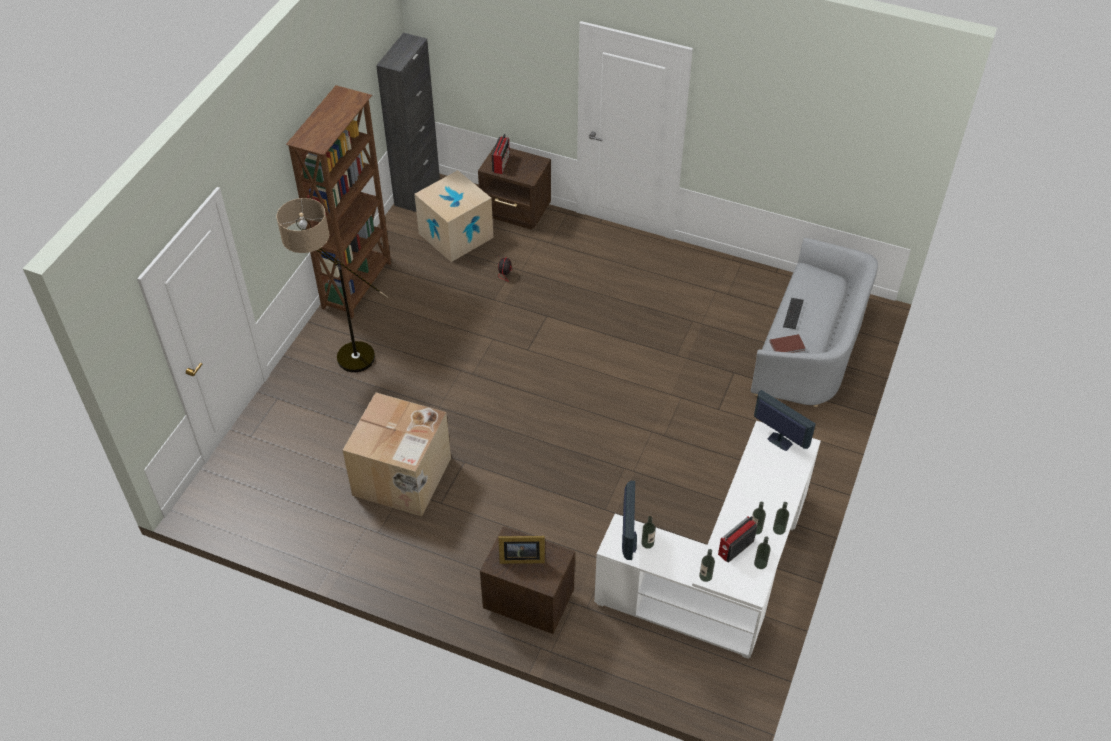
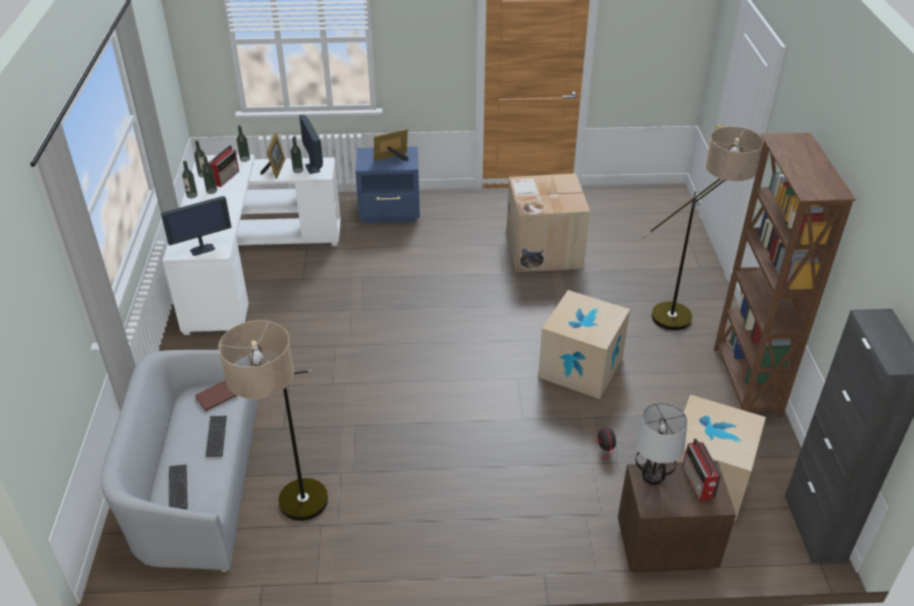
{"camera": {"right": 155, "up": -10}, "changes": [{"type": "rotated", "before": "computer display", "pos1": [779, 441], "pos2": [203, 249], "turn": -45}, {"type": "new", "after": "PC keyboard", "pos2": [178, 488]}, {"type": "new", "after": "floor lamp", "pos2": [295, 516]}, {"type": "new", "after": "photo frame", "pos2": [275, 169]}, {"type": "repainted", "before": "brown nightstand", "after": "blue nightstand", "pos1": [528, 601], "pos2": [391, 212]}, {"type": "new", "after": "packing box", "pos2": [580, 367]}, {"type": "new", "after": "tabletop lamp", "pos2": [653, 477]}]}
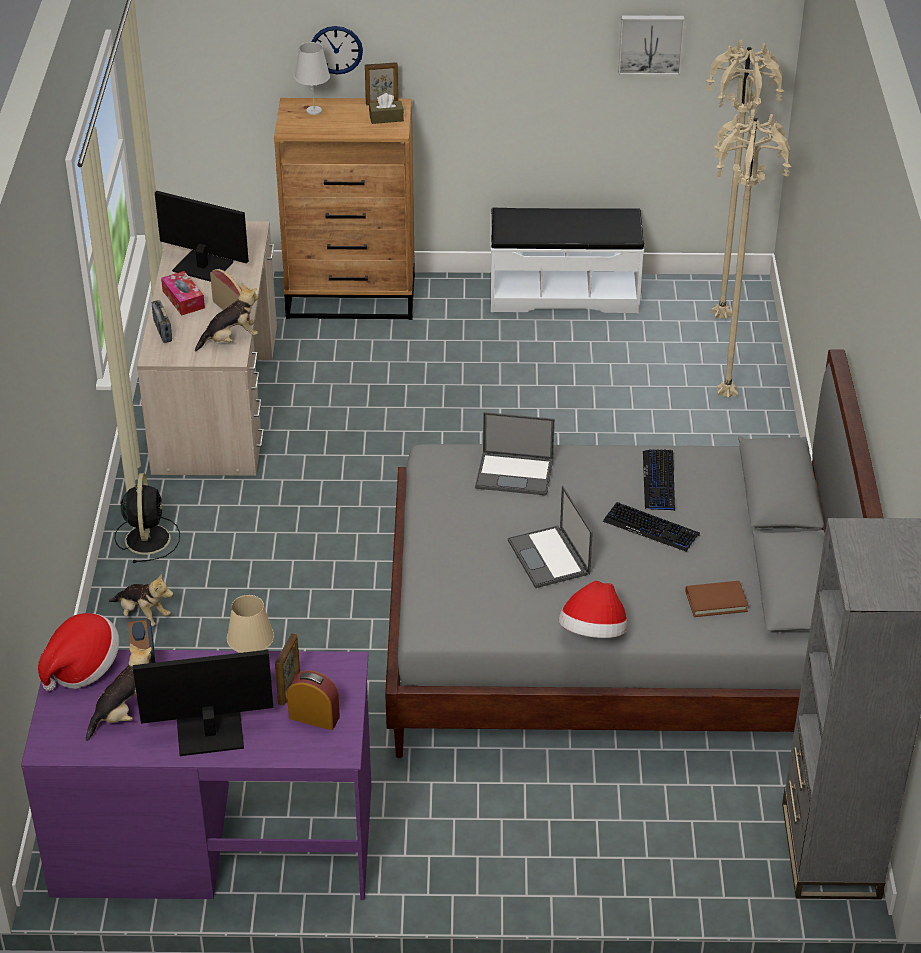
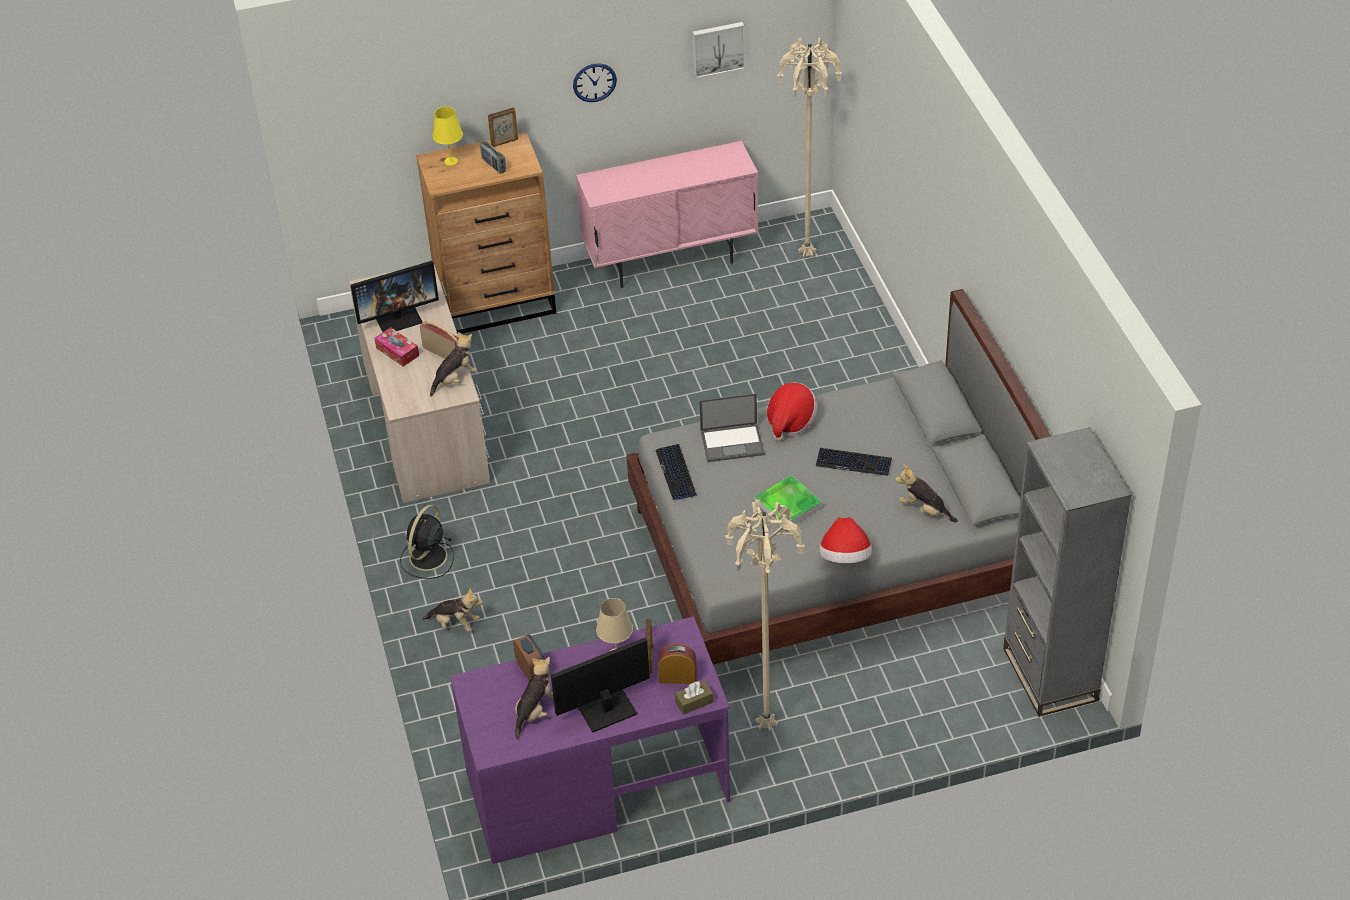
{"camera": {"right": -15, "up": 5}, "changes": [{"type": "rotated", "before": "computer display", "pos1": [202, 266], "pos2": [398, 318], "turn": 150}, {"type": "rotated", "before": "black cooling fan", "pos1": [147, 538], "pos2": [427, 558], "turn": -135}, {"type": "repainted", "before": "white-coloured tabletop lamp", "after": "yellow-coloured tabletop lamp", "pos1": [314, 111], "pos2": [451, 161]}, {"type": "shifted", "before": "radio", "pos1": [162, 331], "pos2": [493, 165]}, {"type": "shifted", "before": "hanging clock", "pos1": [336, 49], "pos2": [594, 82]}, {"type": "swapped", "before": "white-coloured bench", "after": "pink cupboard", "pos1": [563, 293], "pos2": [671, 261]}, {"type": "shifted", "before": "PC keyboard", "pos1": [659, 481], "pos2": [676, 473]}, {"type": "shifted", "before": "brown tissue holder", "pos1": [386, 118], "pos2": [694, 702]}, {"type": "shifted", "before": "beige-coloured floor lamp", "pos1": [724, 396], "pos2": [764, 726]}, {"type": "swapped", "before": "portable computer", "after": "serving tray", "pos1": [549, 558], "pos2": [788, 505]}, {"type": "shifted", "before": "wearable hat", "pos1": [82, 668], "pos2": [790, 422]}, {"type": "swapped", "before": "brown book", "after": "plush toy", "pos1": [716, 601], "pos2": [924, 510]}]}
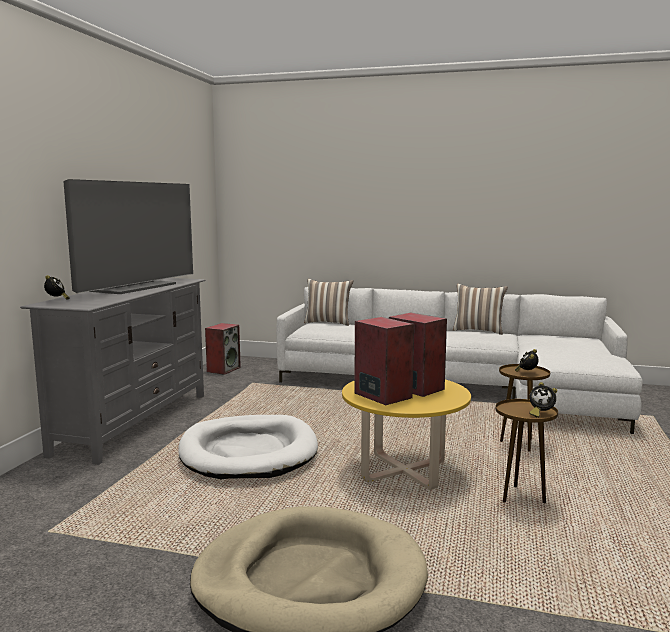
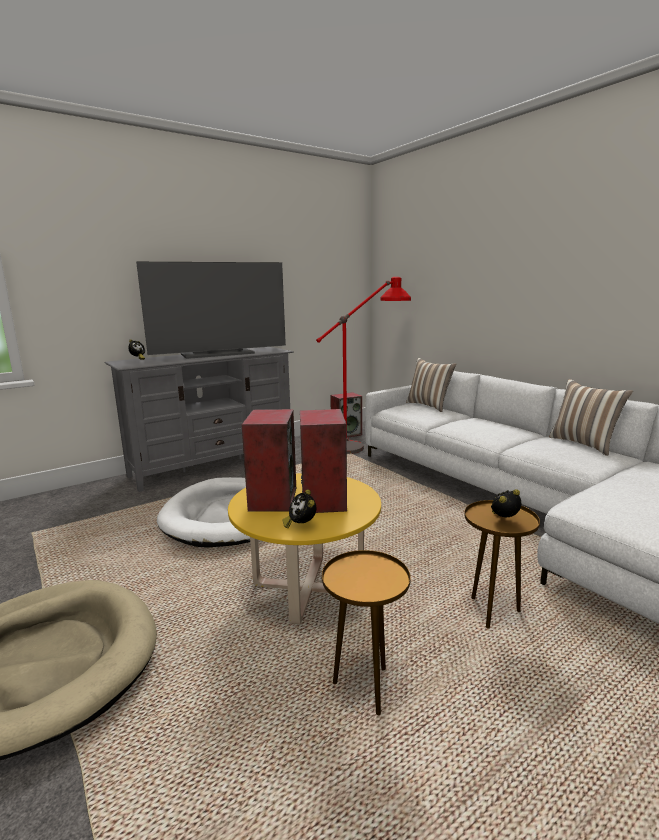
{"camera": {"right": 40, "up": 5}, "changes": [{"type": "shifted", "before": "bedside clock", "pos1": [540, 414], "pos2": [301, 525]}, {"type": "new", "after": "reddish floor lamp", "pos2": [365, 443]}]}
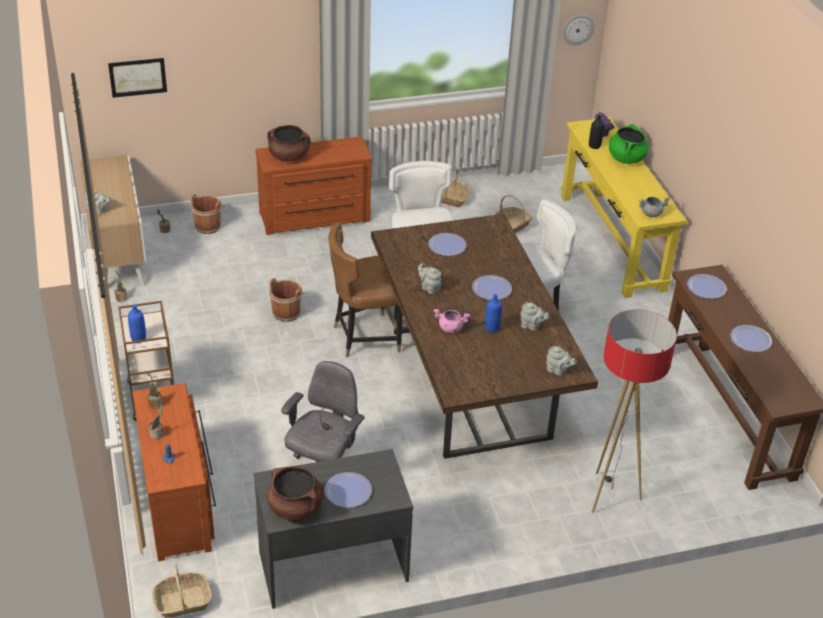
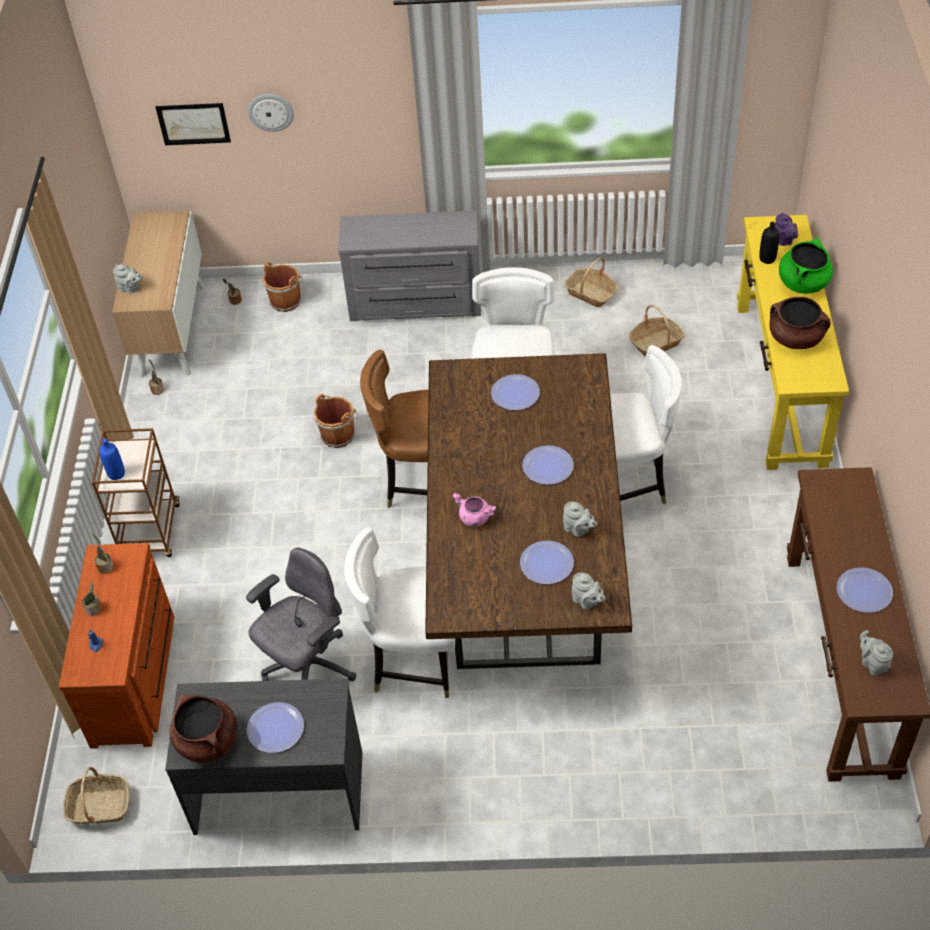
{"camera": {"right": 20, "up": 10}, "changes": [{"type": "shifted", "before": "hanging clock", "pos1": [577, 29], "pos2": [270, 111]}, {"type": "repainted", "before": "brown dresser", "after": "gray dresser", "pos1": [315, 218], "pos2": [415, 304]}, {"type": "new", "after": "white-coloured plain chair", "pos2": [413, 662]}, {"type": "shifted", "before": "plate", "pos1": [706, 287], "pos2": [547, 563]}, {"type": "shifted", "before": "brown saucepot", "pos1": [289, 156], "pos2": [796, 338]}, {"type": "shifted", "before": "gray pot for tea", "pos1": [429, 288], "pos2": [872, 663]}, {"type": "gone", "before": "blue drink bottle", "pos1": [492, 328]}, {"type": "gone", "before": "floor lamp", "pos1": [610, 494]}, {"type": "gone", "before": "gray saucepot", "pos1": [651, 213]}]}
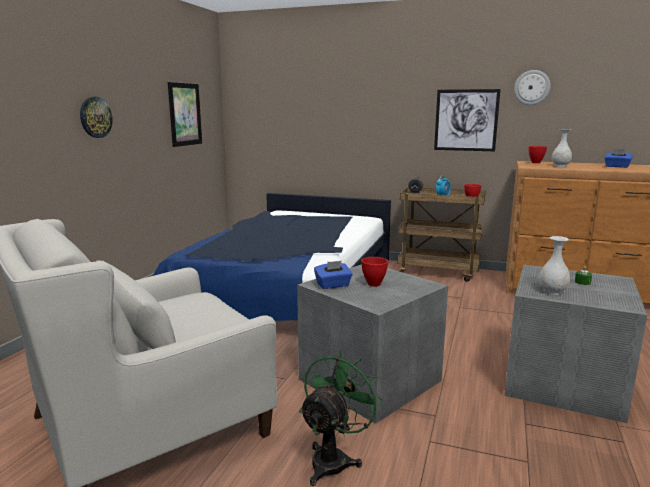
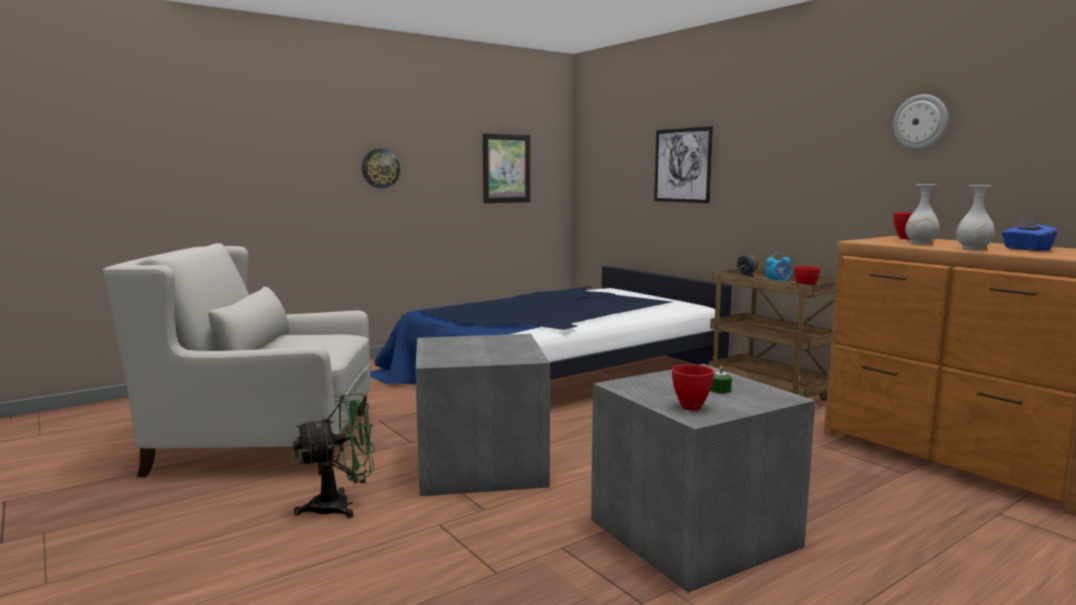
{"camera": {"right": 35, "up": -5}, "changes": [{"type": "shifted", "before": "wall art", "pos1": [466, 120], "pos2": [682, 165]}, {"type": "shifted", "before": "reddish deep dish", "pos1": [374, 284], "pos2": [691, 407]}, {"type": "shifted", "before": "white-coloured flower vase", "pos1": [552, 291], "pos2": [973, 249]}, {"type": "gone", "before": "blue tissue holder", "pos1": [333, 285]}]}
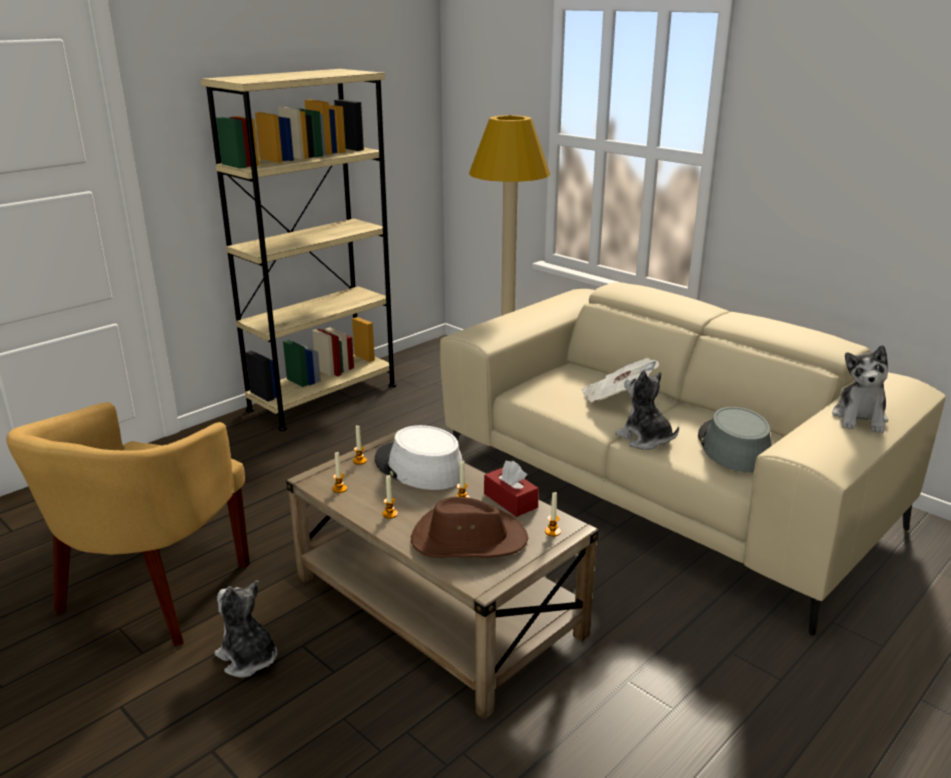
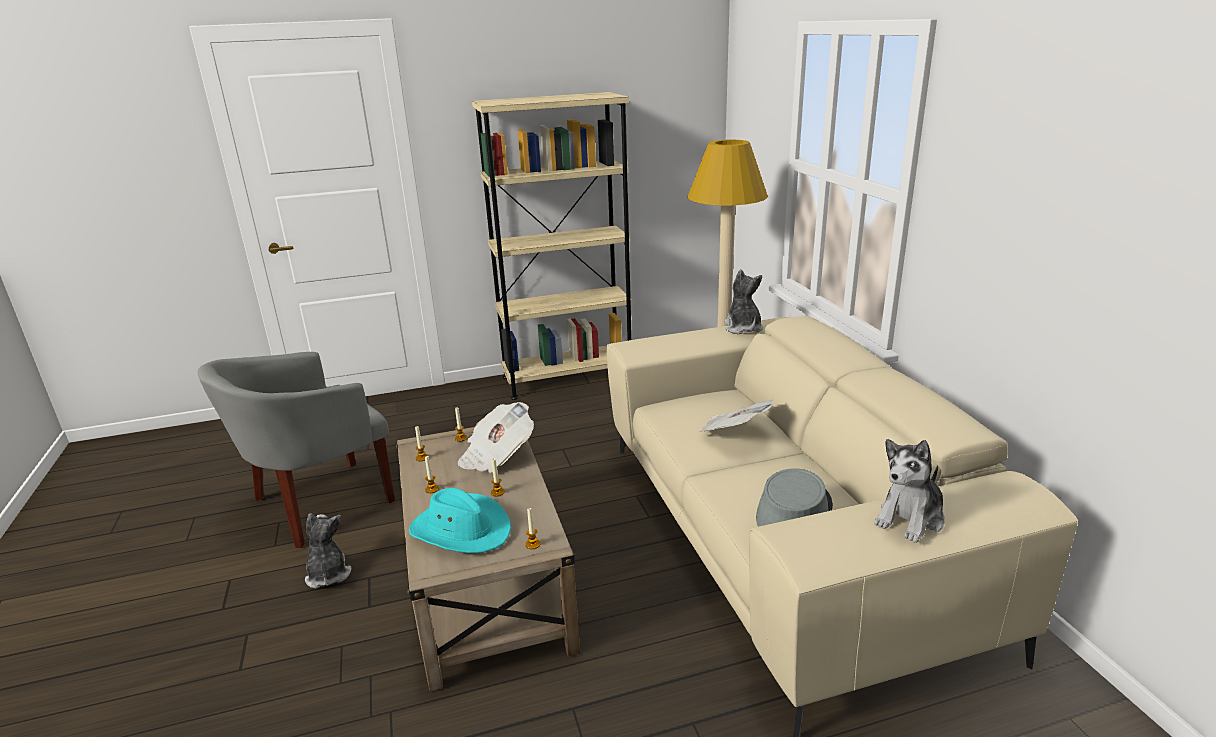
{"camera": {"right": 30, "up": 0}, "changes": [{"type": "repainted", "before": "yellow-coloured armchair", "after": "gray armchair", "pos1": [153, 593], "pos2": [319, 504]}, {"type": "repainted", "before": "brown wearable hat", "after": "blue-green wearable hat", "pos1": [468, 539], "pos2": [461, 529]}, {"type": "swapped", "before": "white-coloured wearable hat", "after": "printed paper", "pos1": [419, 467], "pos2": [496, 455]}, {"type": "shifted", "before": "plush toy", "pos1": [645, 439], "pos2": [743, 328]}, {"type": "gone", "before": "reddish tissue holder", "pos1": [510, 500]}]}
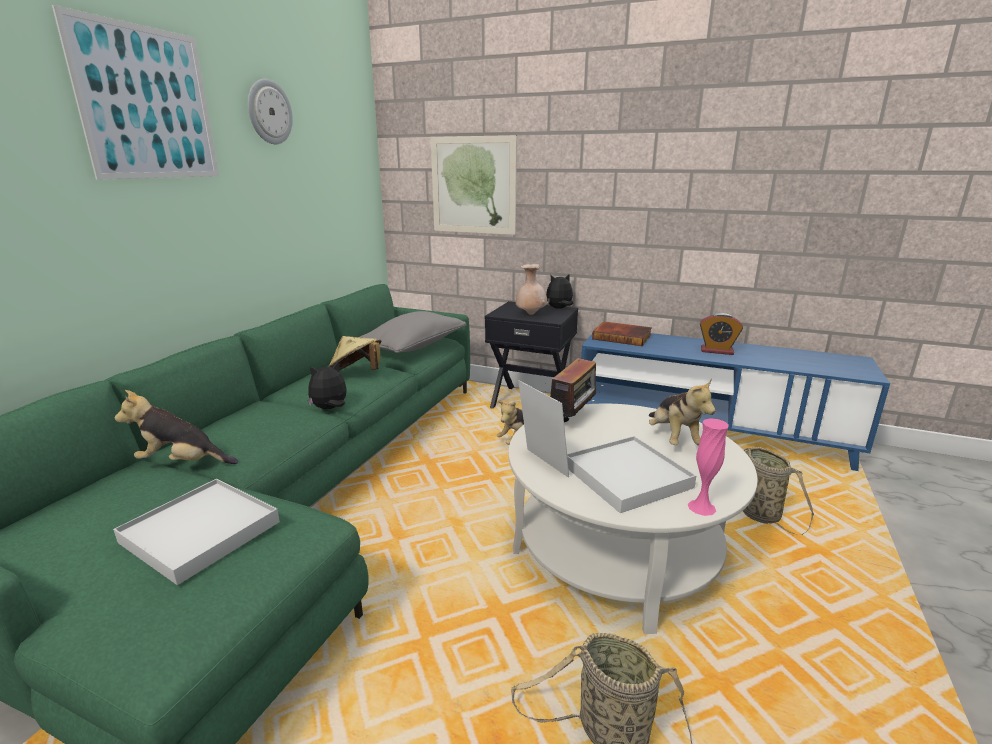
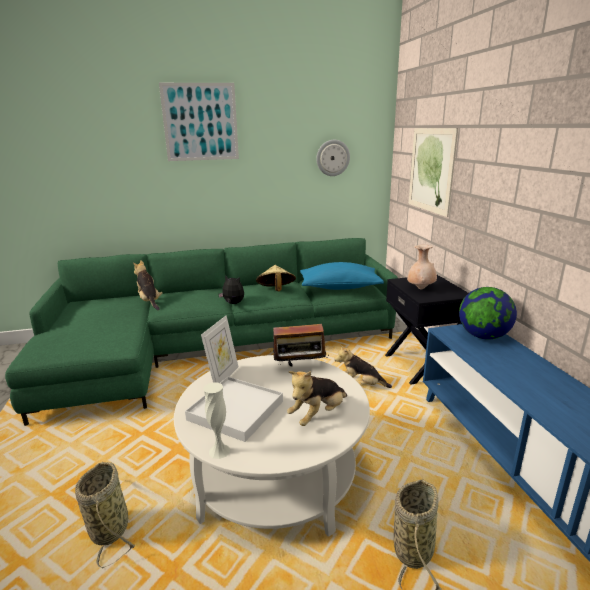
{"camera": {"right": 55, "up": 0}, "changes": [{"type": "repainted", "before": "pink flower vase", "after": "white-coloured flower vase", "pos1": [701, 507], "pos2": [219, 451]}, {"type": "repainted", "before": "gray throw pillow", "after": "blue throw pillow", "pos1": [414, 347], "pos2": [339, 287]}, {"type": "shifted", "before": "hanging clock", "pos1": [269, 112], "pos2": [332, 158]}, {"type": "swapped", "before": "book", "after": "world globe", "pos1": [622, 336], "pos2": [483, 336]}, {"type": "gone", "before": "white-coloured serving tray", "pos1": [201, 532]}, {"type": "gone", "before": "plush toy", "pos1": [559, 308]}, {"type": "gone", "before": "bedside clock", "pos1": [717, 351]}]}
